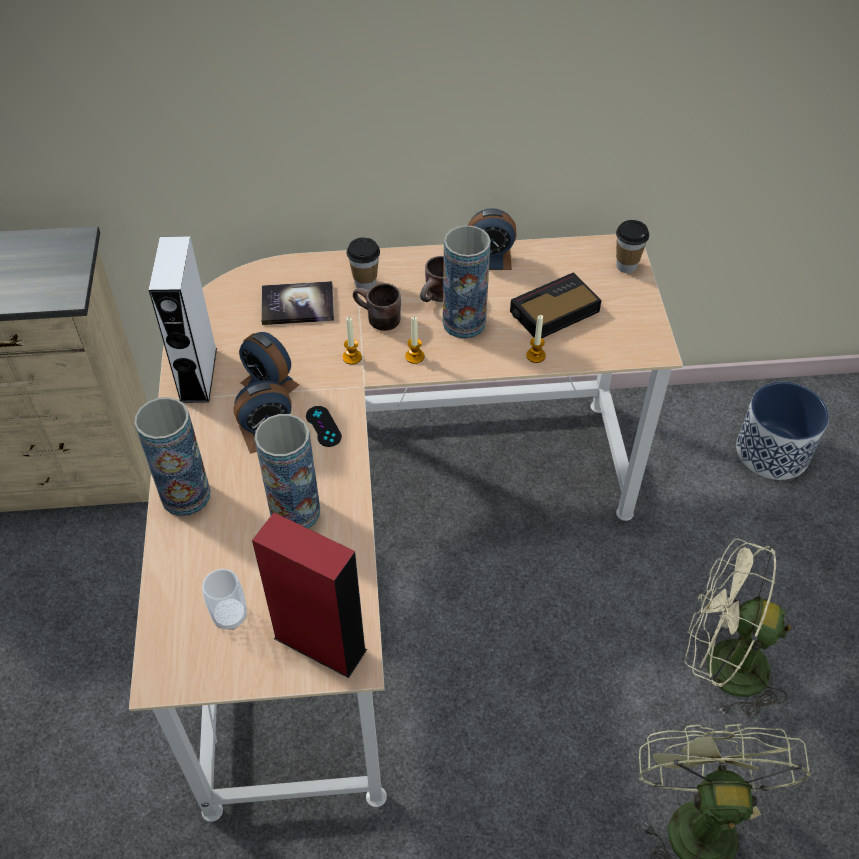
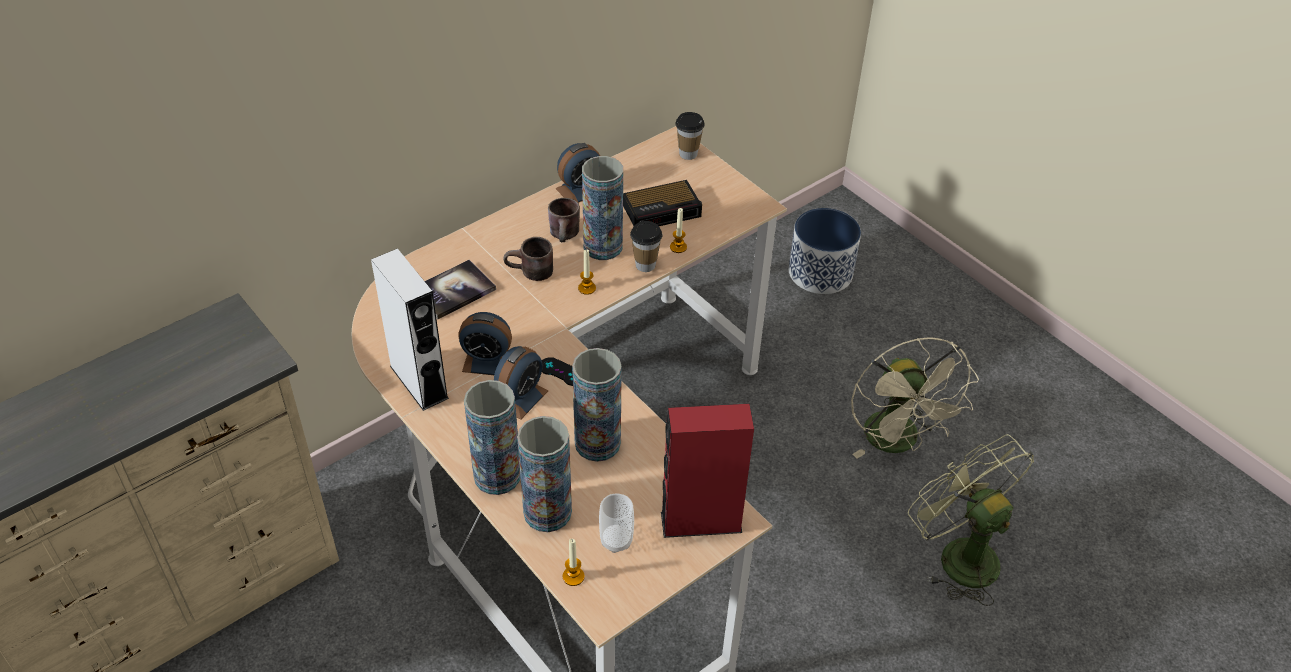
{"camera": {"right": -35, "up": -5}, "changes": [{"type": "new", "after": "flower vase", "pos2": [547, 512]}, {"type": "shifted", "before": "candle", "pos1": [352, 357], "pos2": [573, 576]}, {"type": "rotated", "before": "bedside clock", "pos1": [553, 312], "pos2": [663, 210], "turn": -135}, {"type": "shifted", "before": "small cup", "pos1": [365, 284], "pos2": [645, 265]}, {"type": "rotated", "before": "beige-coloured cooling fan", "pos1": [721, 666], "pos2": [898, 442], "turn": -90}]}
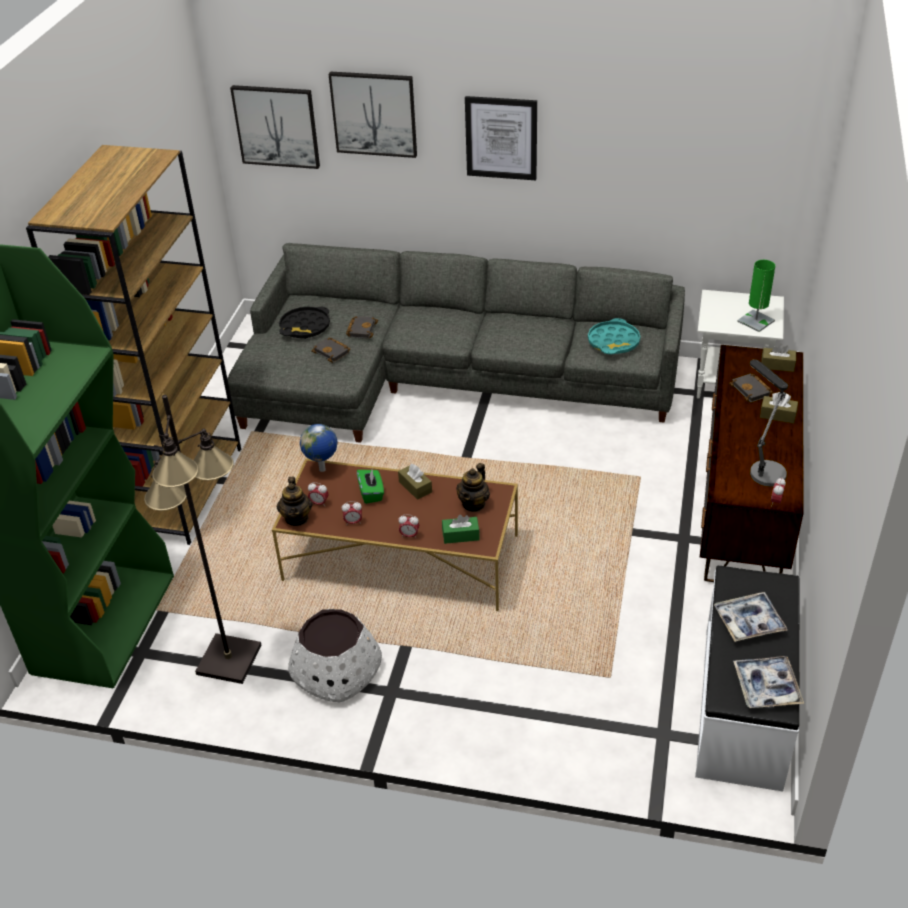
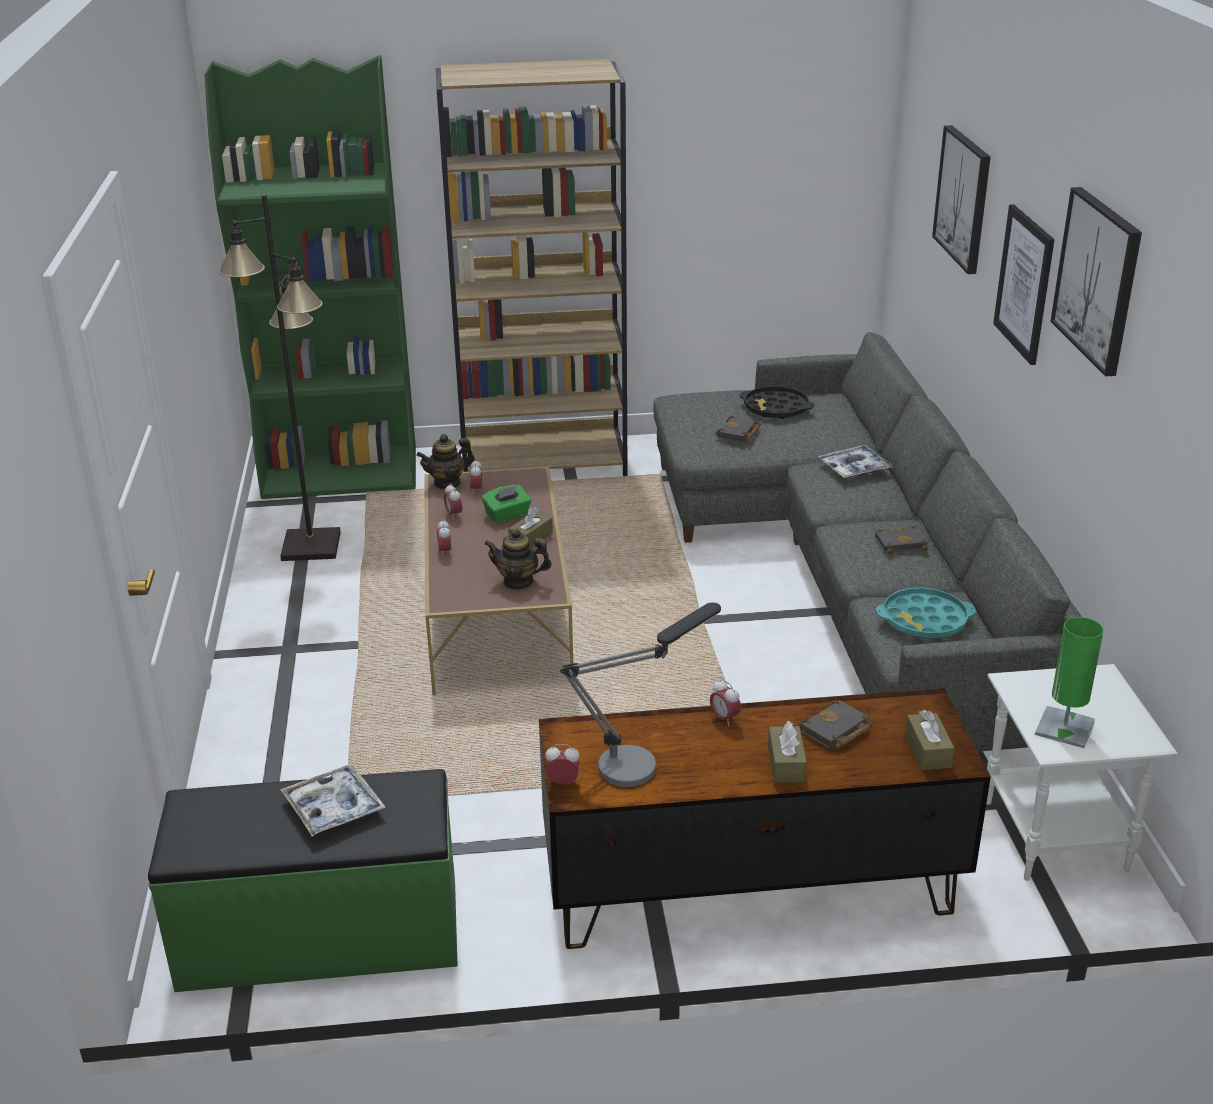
{"camera": {"right": 70, "up": -10}, "changes": [{"type": "repainted", "before": "white-coloured bench", "after": "green bench", "pos1": [743, 706], "pos2": [320, 935]}, {"type": "new", "after": "bedside clock", "pos2": [724, 718]}, {"type": "shifted", "before": "serving tray", "pos1": [766, 687], "pos2": [854, 468]}, {"type": "shifted", "before": "black book", "pos1": [361, 329], "pos2": [901, 543]}, {"type": "shifted", "before": "wall art", "pos1": [276, 126], "pos2": [1098, 279]}, {"type": "gone", "before": "white-coloured planter", "pos1": [336, 671]}, {"type": "gone", "before": "world globe", "pos1": [323, 470]}, {"type": "gone", "before": "green tissue holder", "pos1": [460, 535]}]}
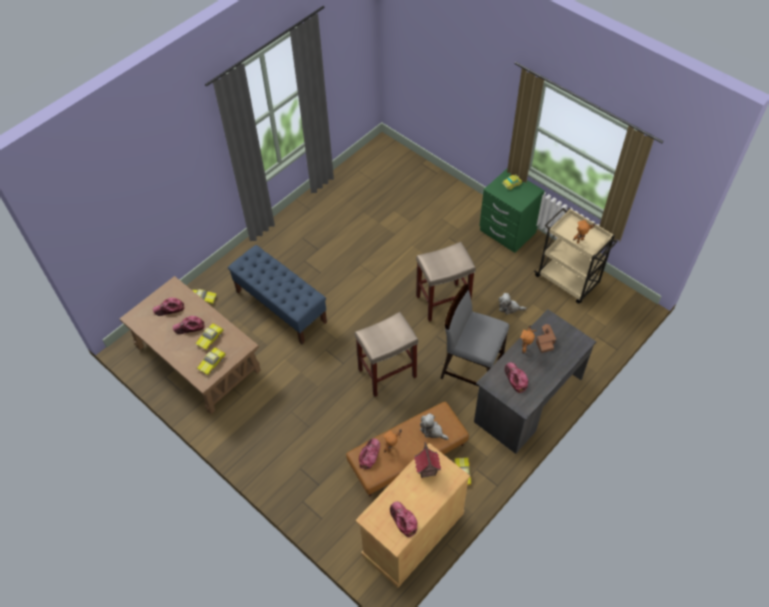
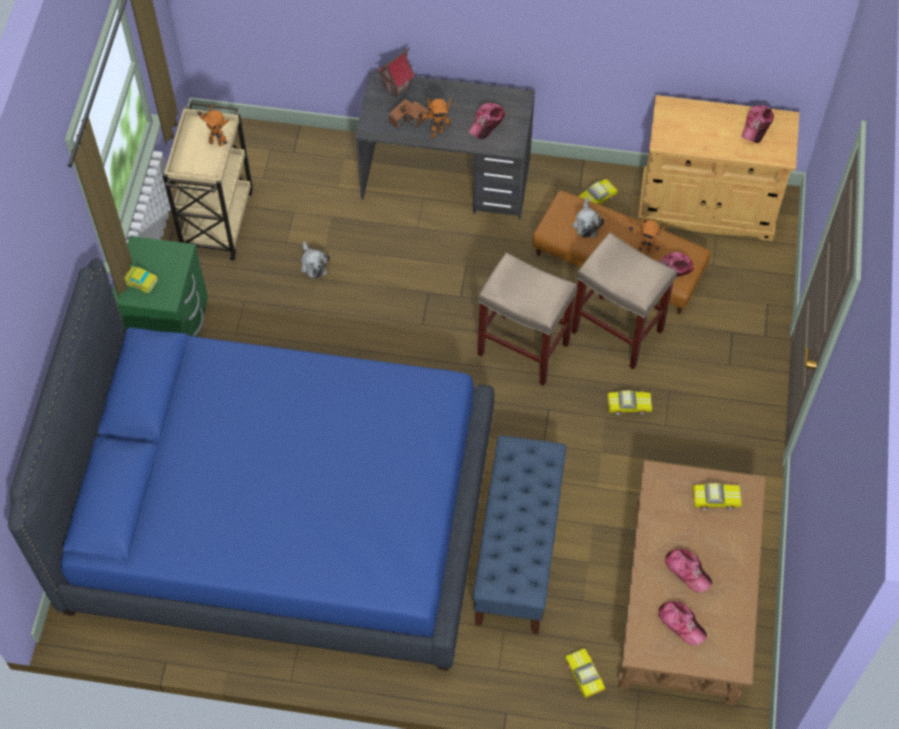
{"camera": {"right": -125, "up": 5}, "changes": [{"type": "new", "after": "blue bedroom bed", "pos2": [280, 516]}, {"type": "shifted", "before": "miniature house", "pos1": [426, 470], "pos2": [397, 87]}, {"type": "shifted", "before": "beige-coloured stool seat", "pos1": [443, 301], "pos2": [615, 331]}, {"type": "shifted", "before": "model car", "pos1": [210, 338], "pos2": [628, 404]}, {"type": "gone", "before": "gray plain chair", "pos1": [471, 367]}]}
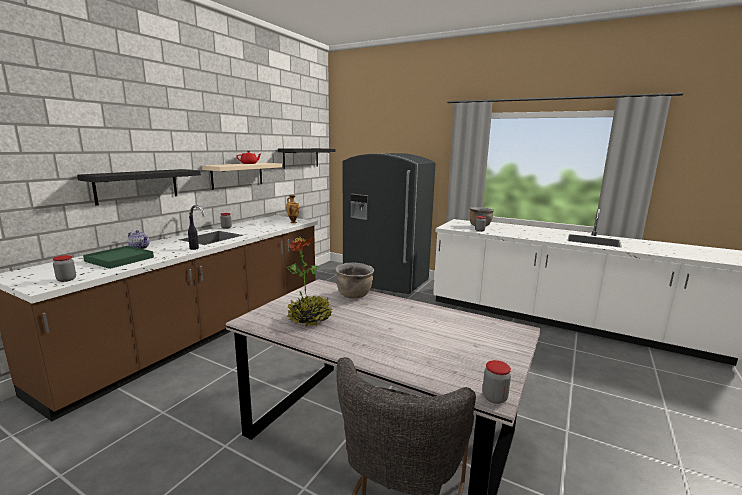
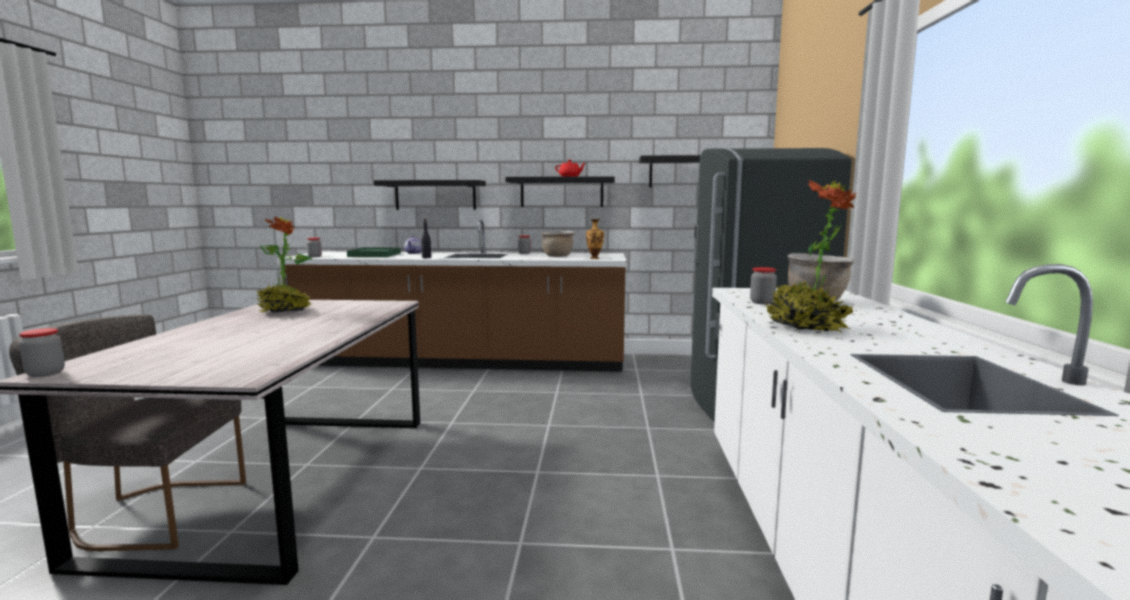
{"camera": {"right": 65, "up": -5}, "changes": [{"type": "repainted", "before": "beige-coloured wall shelf", "after": "black wall shelf", "pos1": [237, 175], "pos2": [561, 192]}, {"type": "shifted", "before": "brown saucepot", "pos1": [354, 295], "pos2": [557, 256]}, {"type": "new", "after": "houseplant", "pos2": [806, 327]}]}
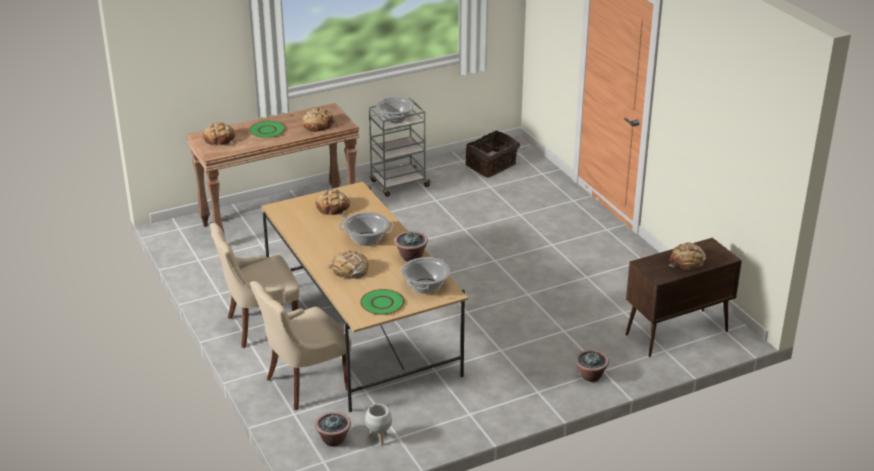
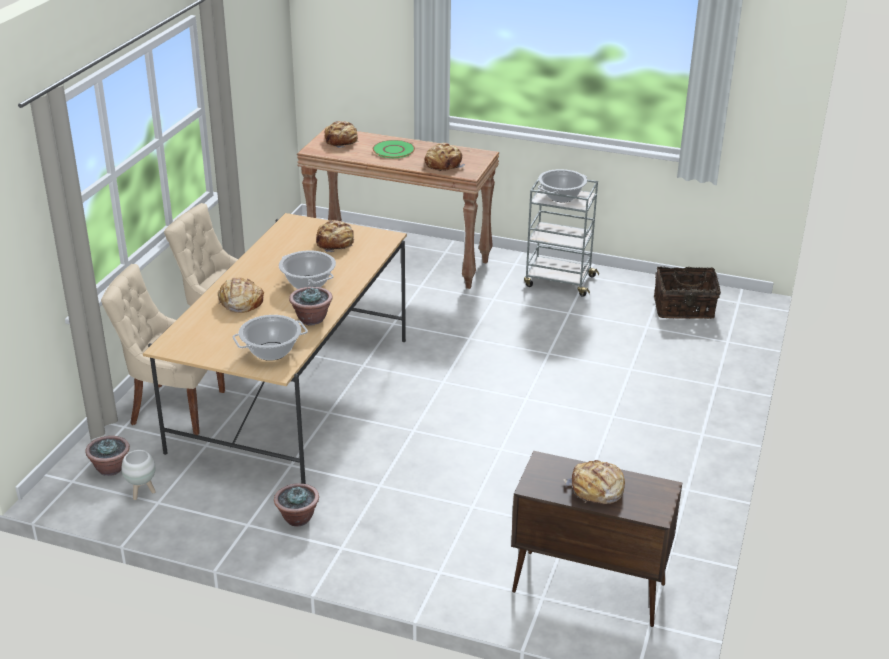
{"camera": {"right": 45, "up": 0}, "changes": [{"type": "shifted", "before": "houseplant", "pos1": [590, 376], "pos2": [297, 518]}, {"type": "gone", "before": "green plate", "pos1": [382, 303]}]}
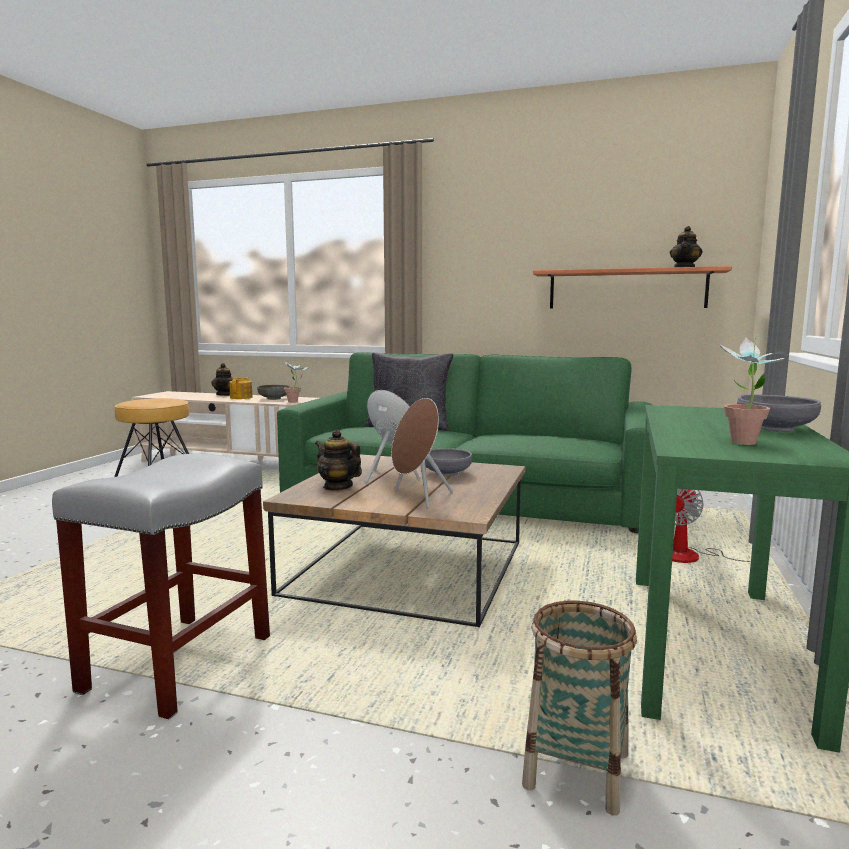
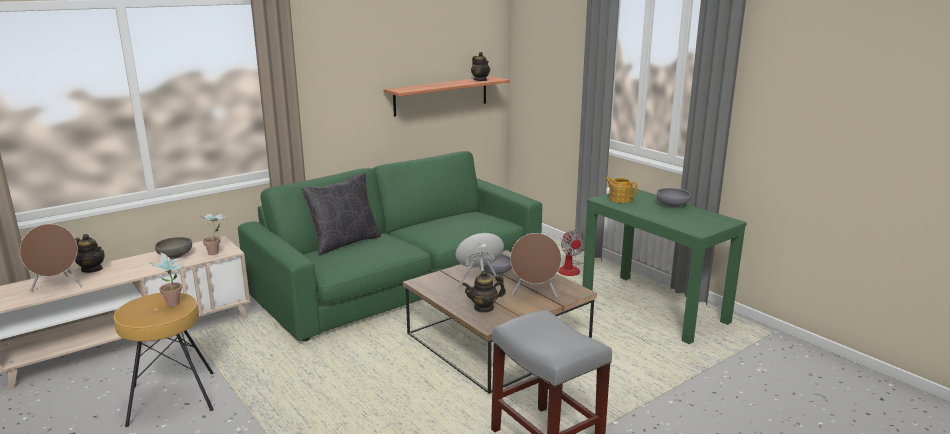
{"camera": {"right": -55, "up": 10}, "changes": [{"type": "new", "after": "brown loudspeaker", "pos2": [58, 287]}, {"type": "shifted", "before": "houseplant", "pos1": [745, 444], "pos2": [174, 305]}, {"type": "shifted", "before": "pot for tea", "pos1": [241, 397], "pos2": [619, 199]}, {"type": "gone", "before": "basket", "pos1": [576, 771]}]}
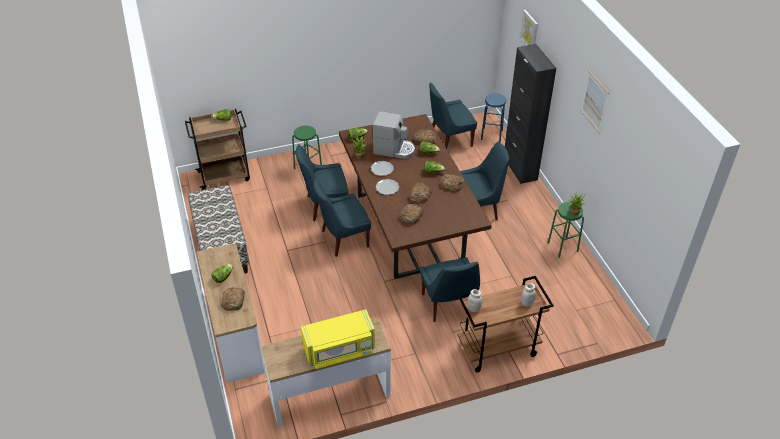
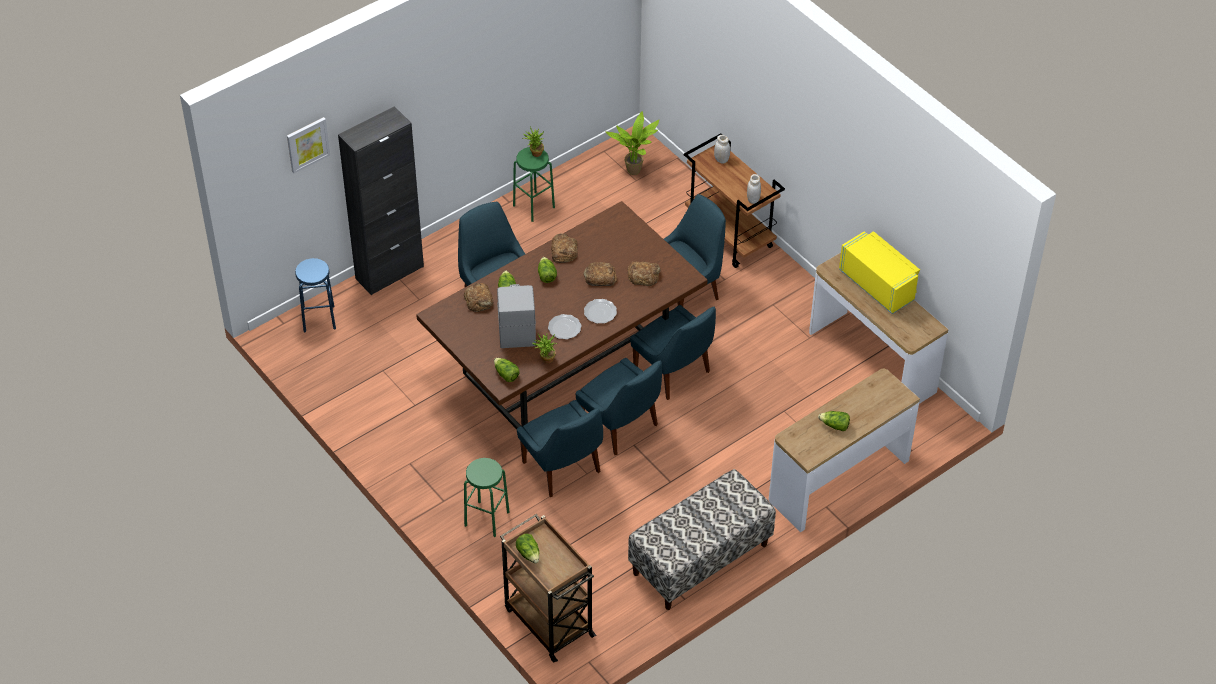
{"camera": {"right": -110, "up": 5}, "changes": [{"type": "new", "after": "houseplant", "pos2": [635, 172]}, {"type": "shifted", "before": "blue plain chair", "pos1": [449, 140], "pos2": [674, 373]}, {"type": "gone", "before": "baked bread", "pos1": [233, 301]}, {"type": "gone", "before": "wall art", "pos1": [594, 102]}]}
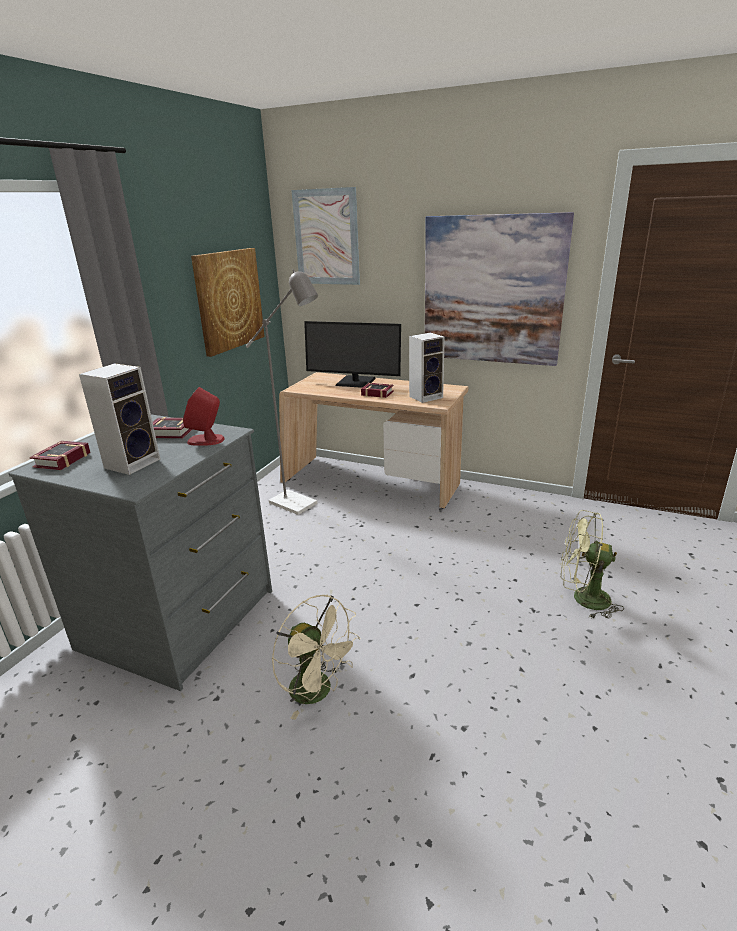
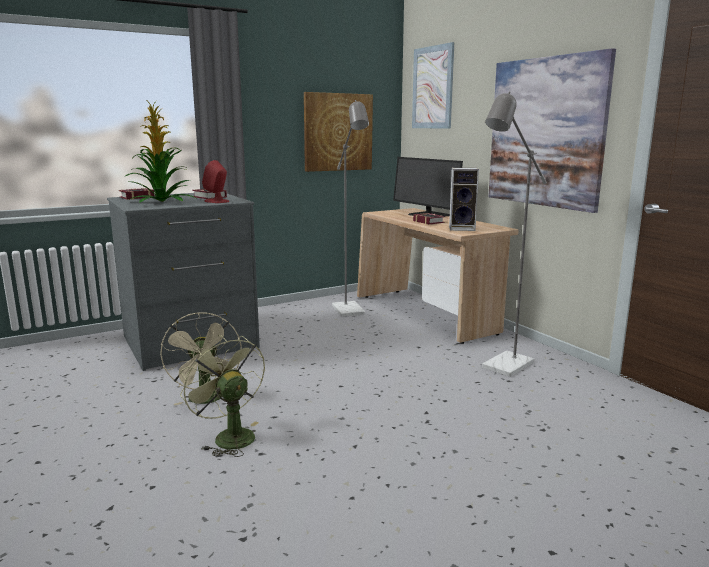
{"camera": {"right": 35, "up": -10}, "changes": [{"type": "swapped", "before": "loudspeaker", "after": "houseplant", "pos1": [133, 462], "pos2": [161, 202]}, {"type": "shifted", "before": "green cooling fan", "pos1": [583, 599], "pos2": [228, 436]}, {"type": "new", "after": "gray floor lamp", "pos2": [503, 368]}]}
